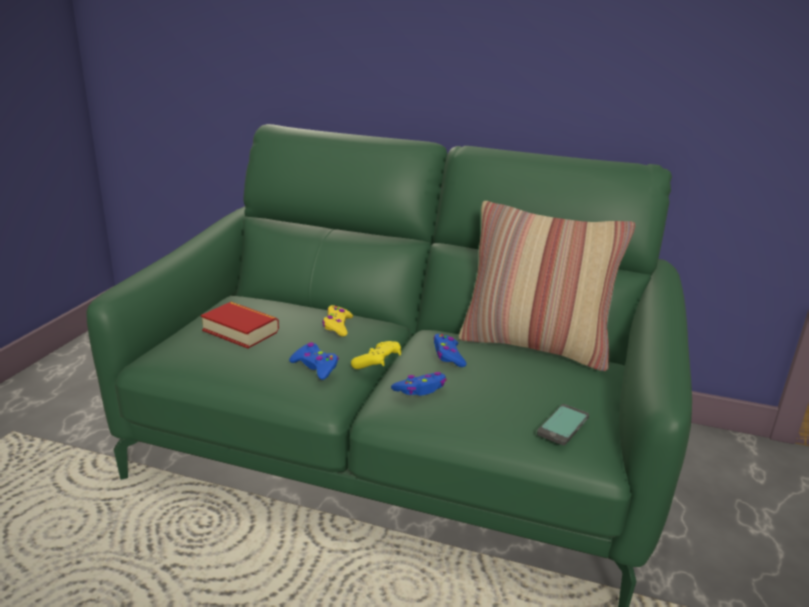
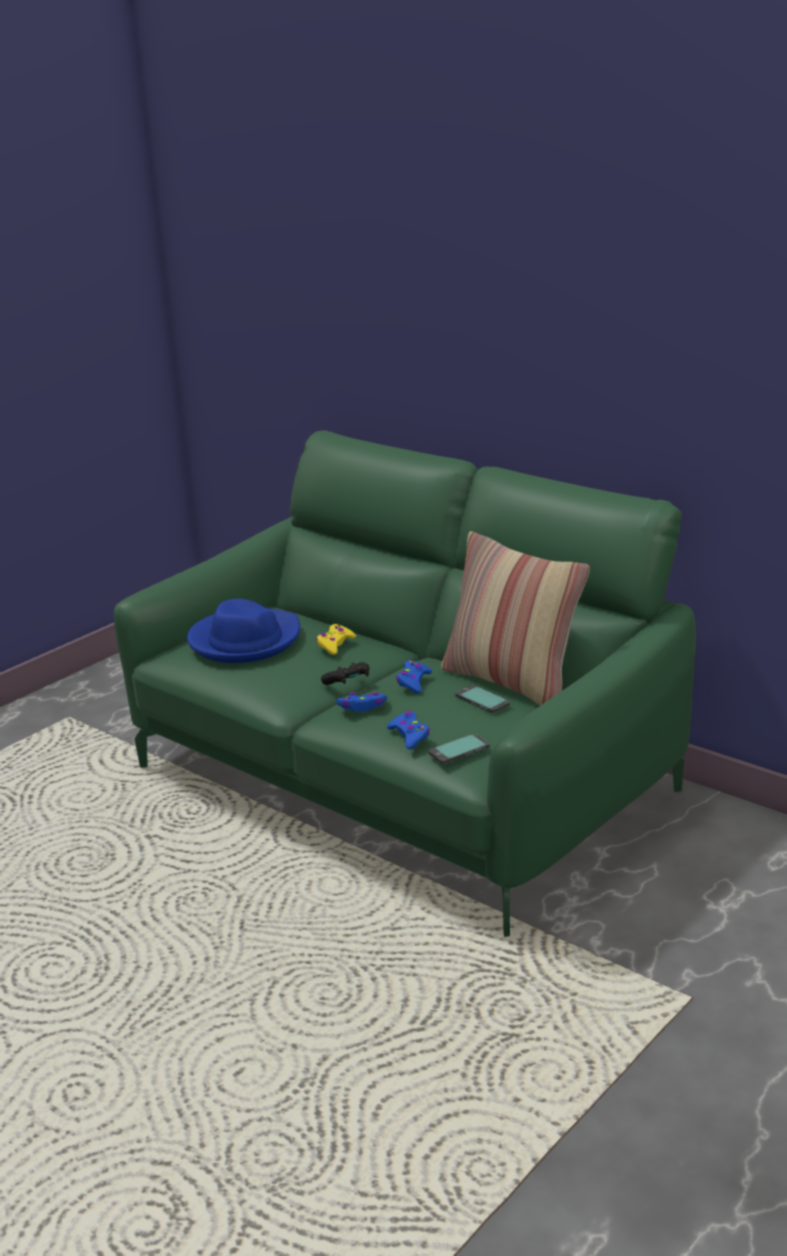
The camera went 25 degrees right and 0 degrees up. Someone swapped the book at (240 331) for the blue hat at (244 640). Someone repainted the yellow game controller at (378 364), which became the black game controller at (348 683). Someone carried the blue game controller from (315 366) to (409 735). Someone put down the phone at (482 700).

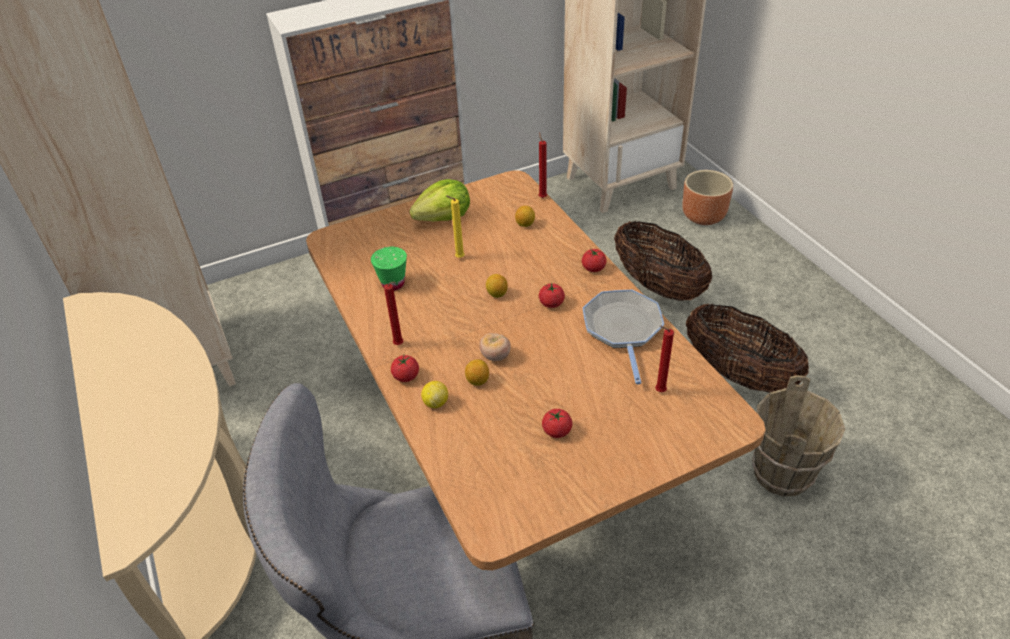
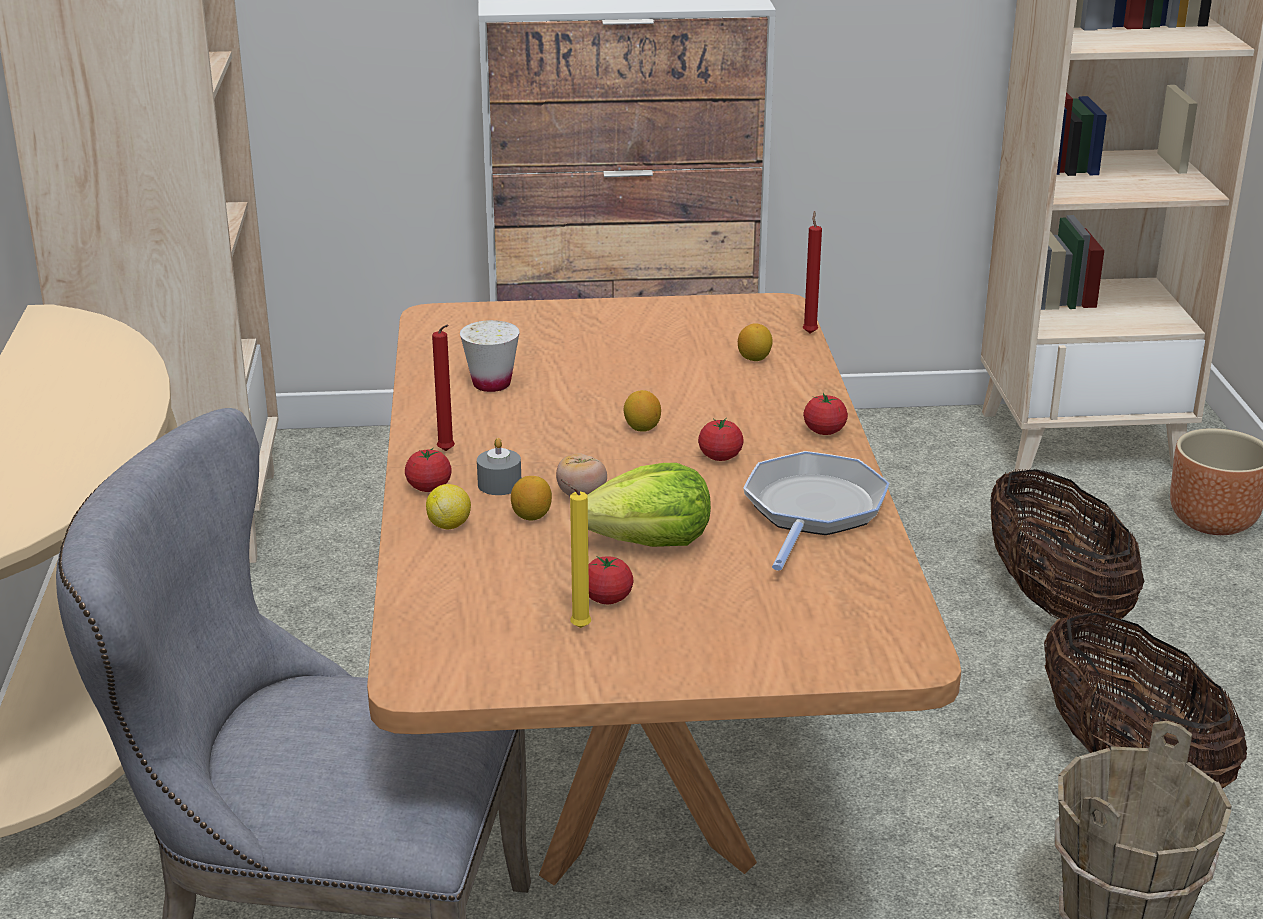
The camera went 20 degrees right and 15 degrees down. Someone carried the lettuce from (444 217) to (650 541). Someone carried the yellow candle from (458 258) to (577 627). Someone repainted the green cup at (393 284), which became the white cup at (491 384). Someone took away the red candle at (658 391). Someone put down the grey candle at (499 484).

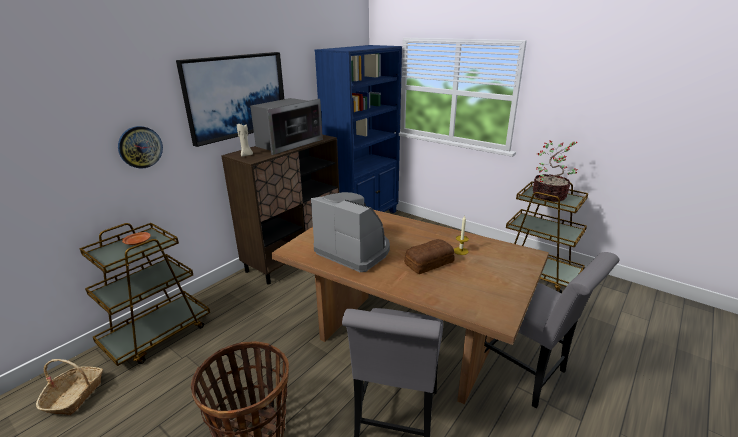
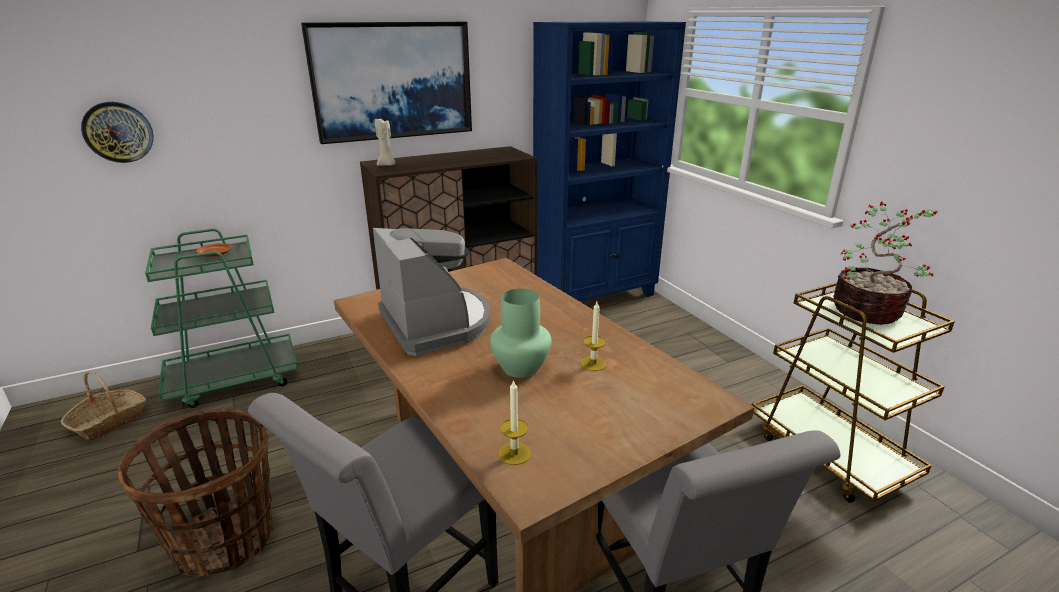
The camera went 25 degrees right and 0 degrees up. Someone took away the microwave at (287 143). Someone carried the wall clock from (140 147) to (118 132). Someone repainted the brown cart at (158 334), which became the green cart at (235 379). Someone swapped the bread at (428 263) for the green vase at (520 367). Someone put down the candle at (514 453).

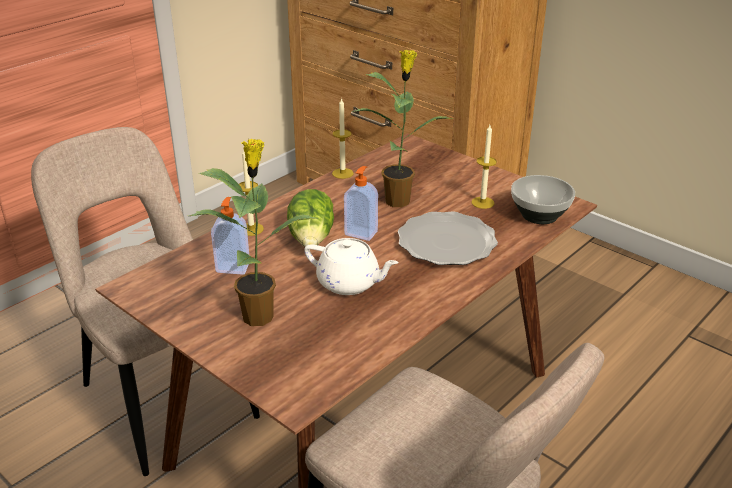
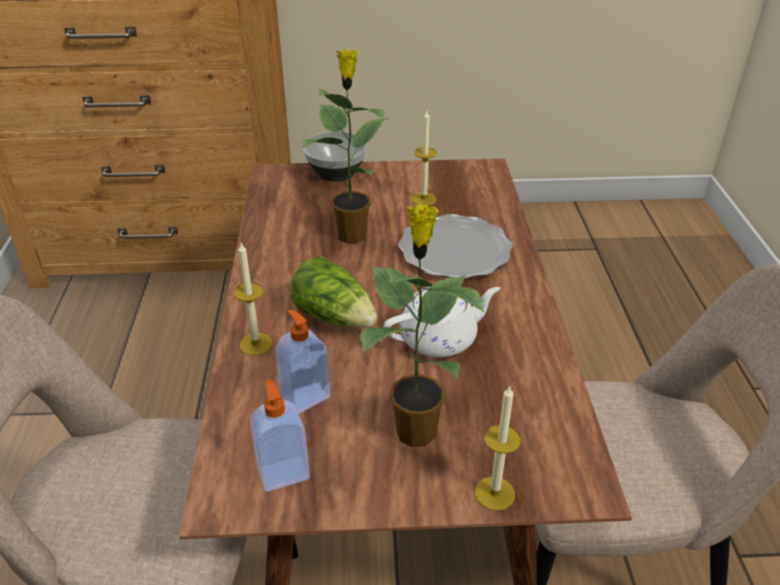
The camera went 45 degrees left and 5 degrees up. Someone carried the candle from (342 173) to (494 493). Someone carried the soap dispenser from (361 233) to (283 472). Someone carried the bowl from (540 216) to (337 173).

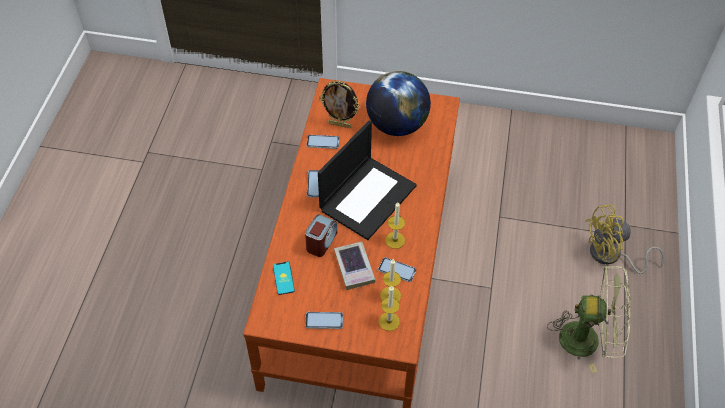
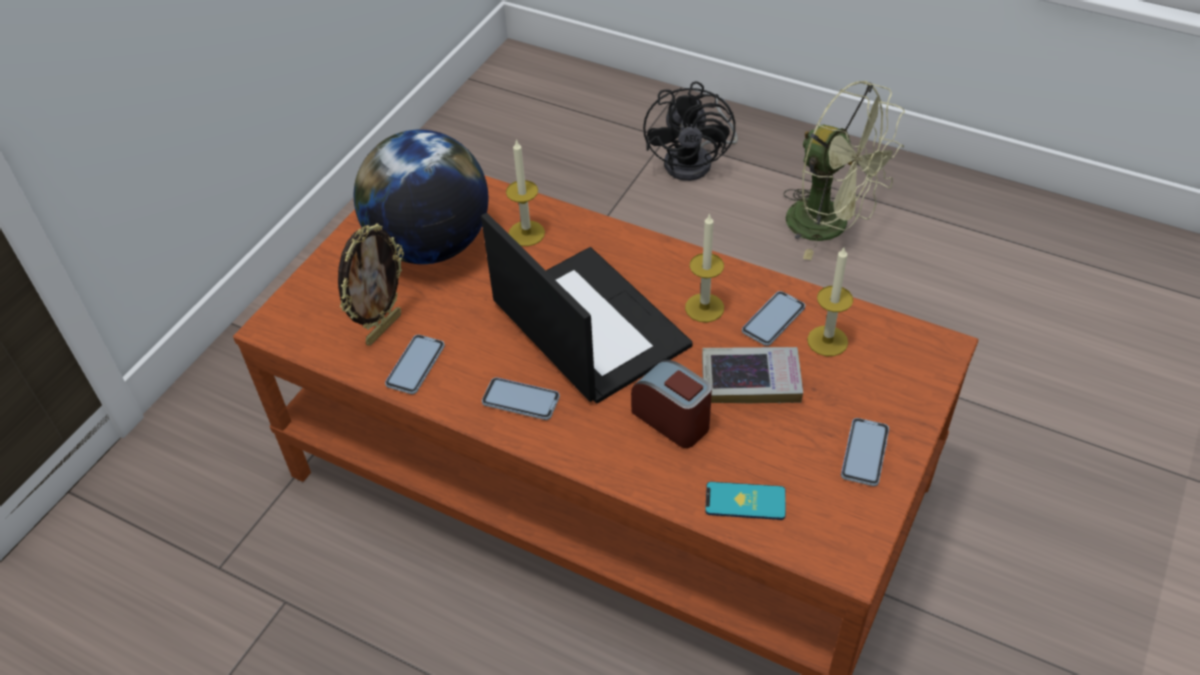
The camera went 70 degrees left and 5 degrees down. Someone repainted the yellow fan at (611 256), which became the black fan at (696 161). Someone rotated the green fan at (588 339) by 105 degrees clockwise. Someone carried the candle from (389 321) to (526 233).

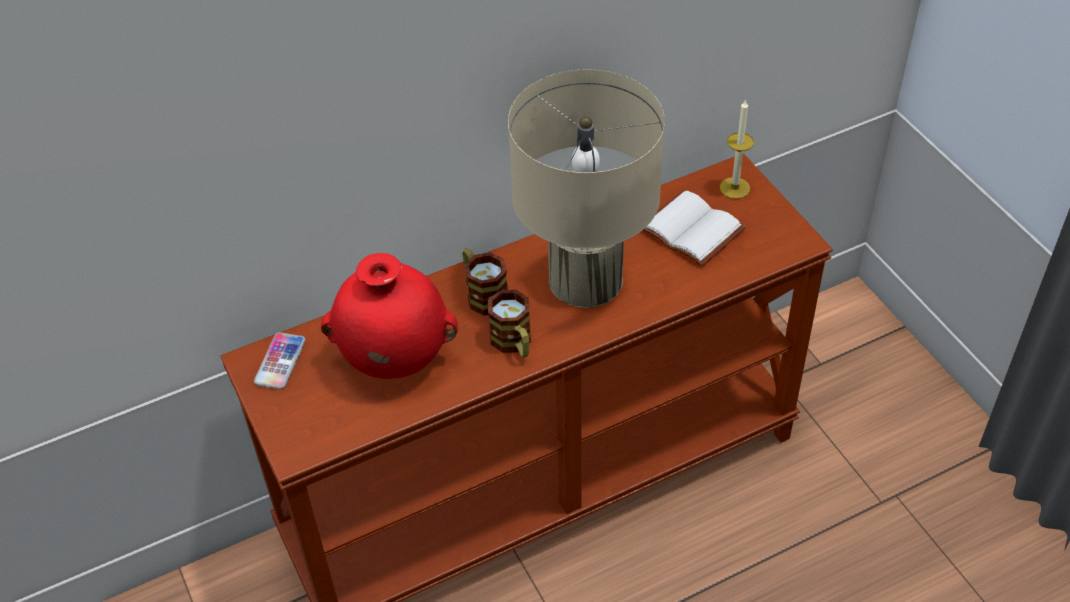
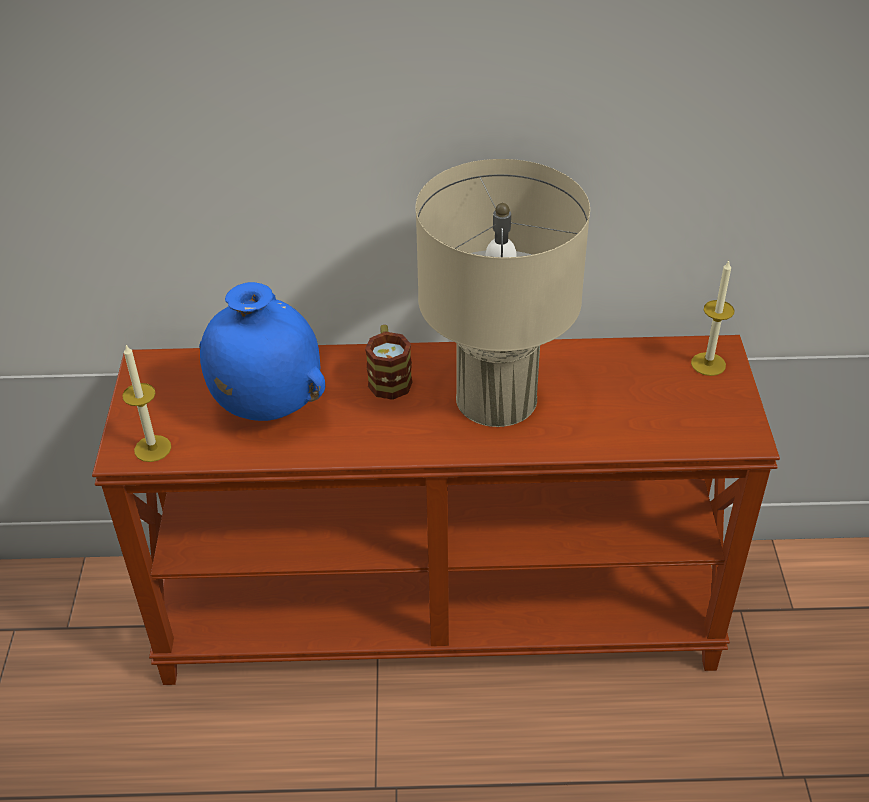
The camera went 25 degrees right and 5 degrees down. Someone took away the white book at (694 229). Someone repainted the red vase at (394 360), which became the blue vase at (266 406). Someone took away the mug at (514 343). Someone took away the phone at (280 361). Someone put down the candle at (152 448).

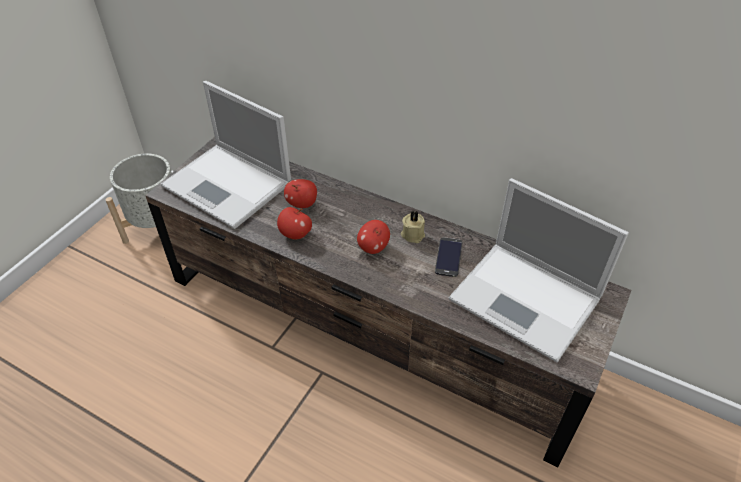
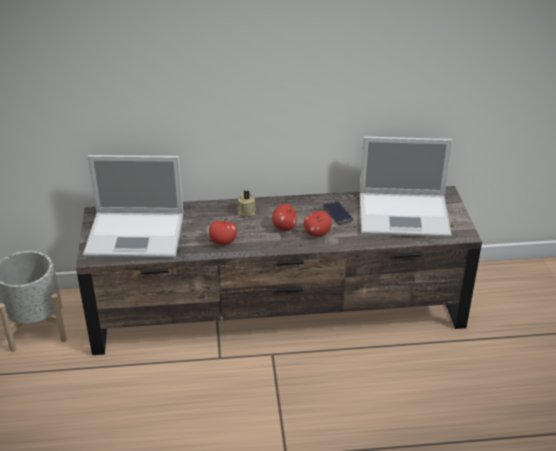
The camera went 35 degrees left and 10 degrees down. Someone carried the apple from (302 203) to (317 233). Someone carried the beige candle from (413 234) to (246 211).

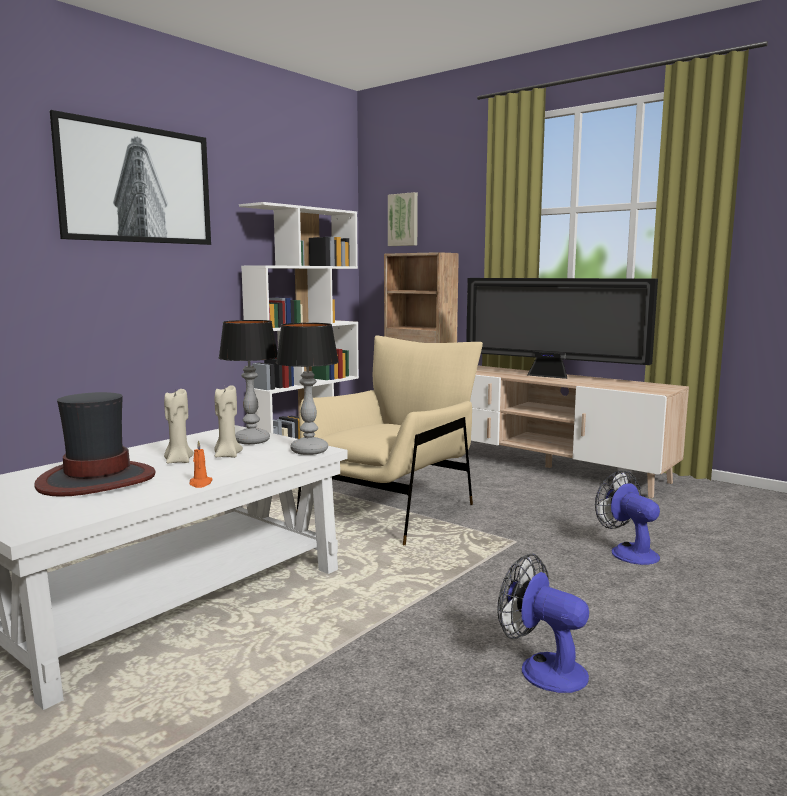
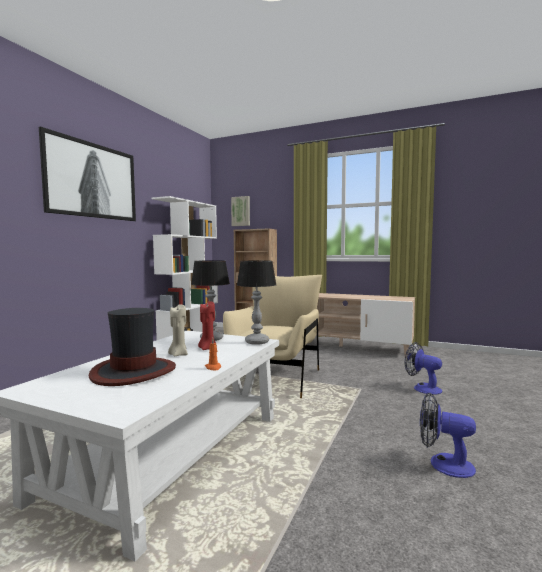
The camera went 15 degrees left and 5 degrees down. Someone took away the television at (551 376). Someone repainted the beige candle at (227 455), which became the red candle at (207 348).

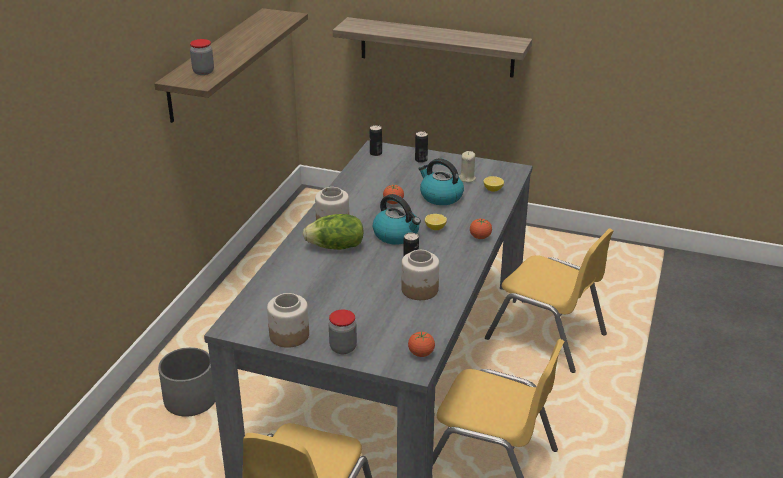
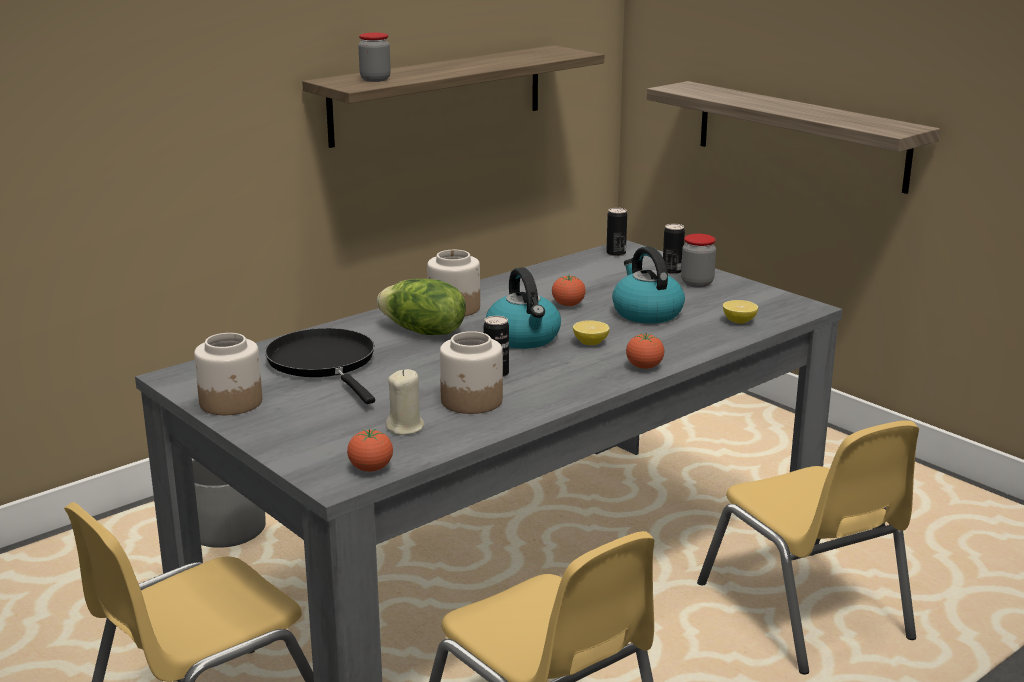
The camera went 30 degrees right and 10 degrees down. Someone carried the beige candle from (466 178) to (405 427). Someone carried the jar from (343 348) to (697 283). Someone put down the black frying pan at (324 363).

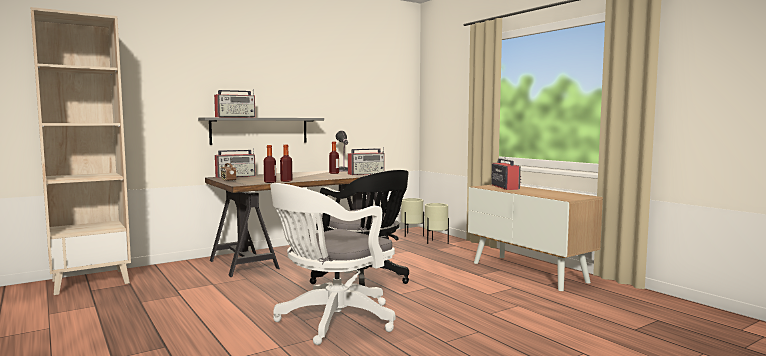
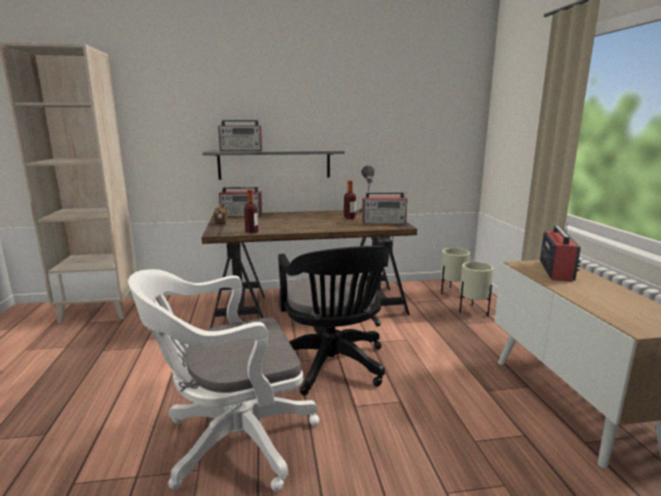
The camera went 25 degrees right and 10 degrees up. Someone took away the bottle at (286 181).

